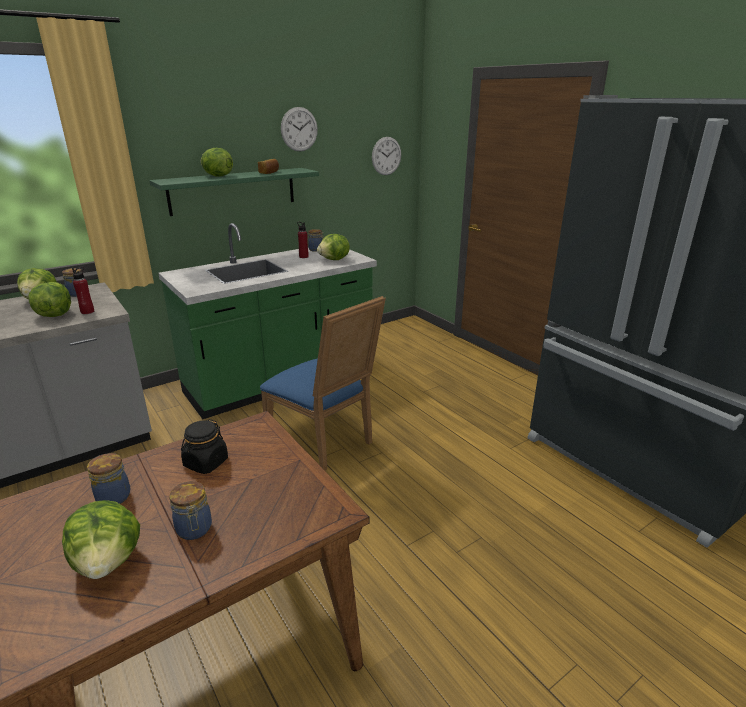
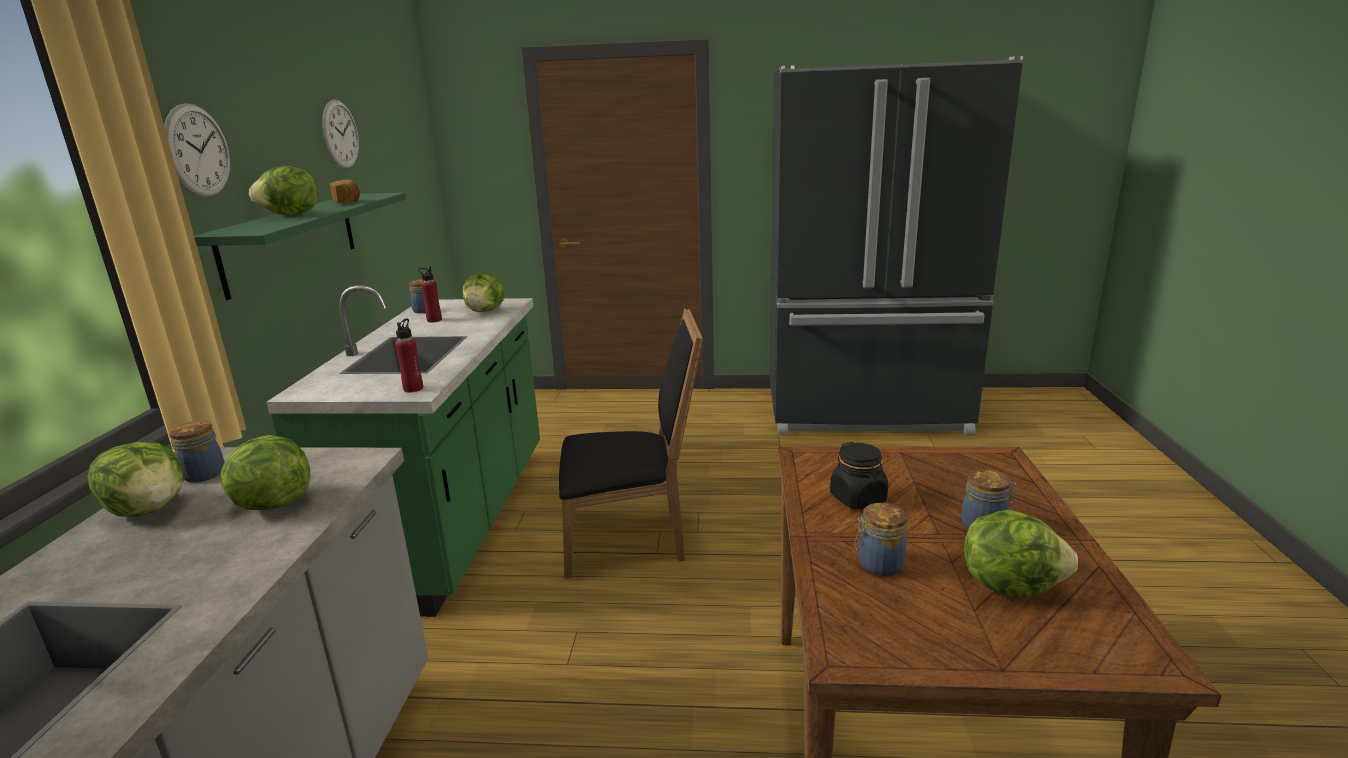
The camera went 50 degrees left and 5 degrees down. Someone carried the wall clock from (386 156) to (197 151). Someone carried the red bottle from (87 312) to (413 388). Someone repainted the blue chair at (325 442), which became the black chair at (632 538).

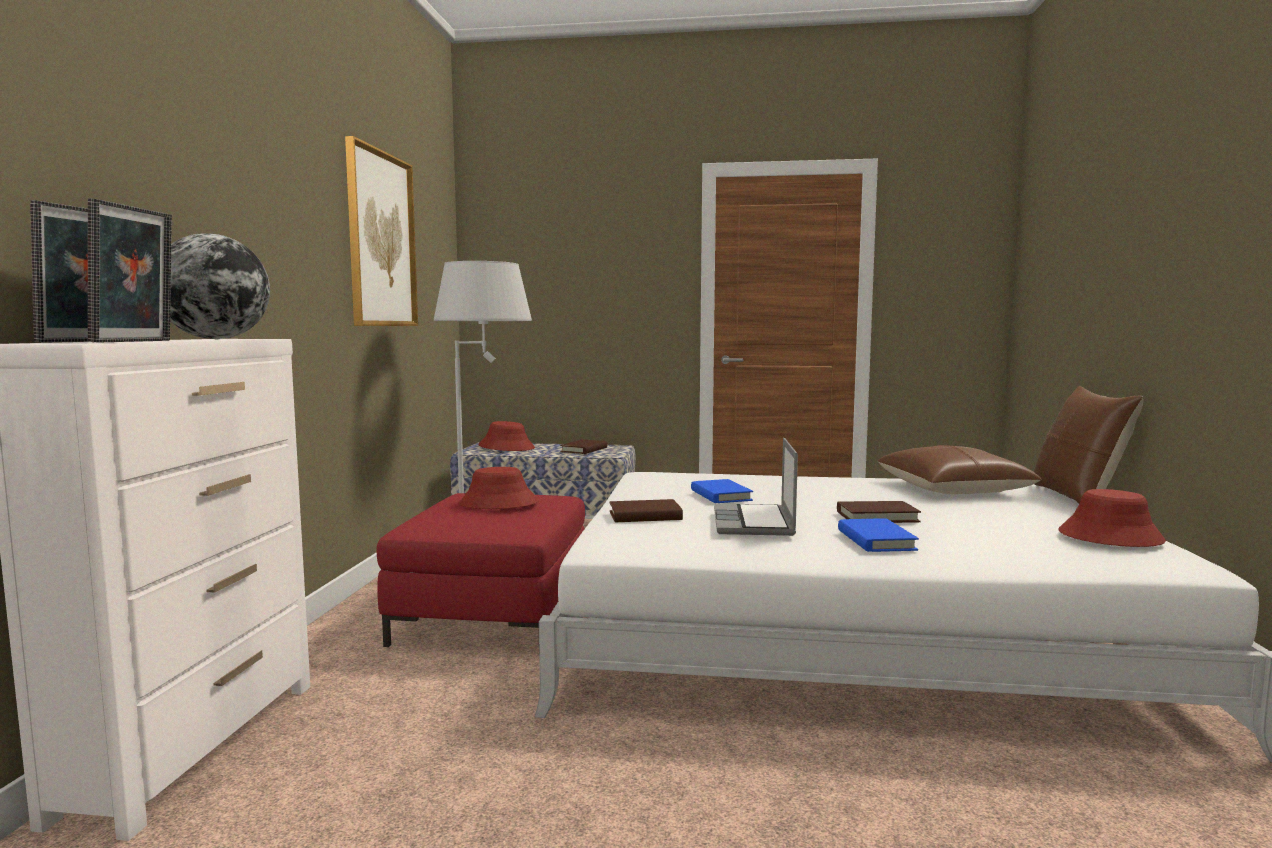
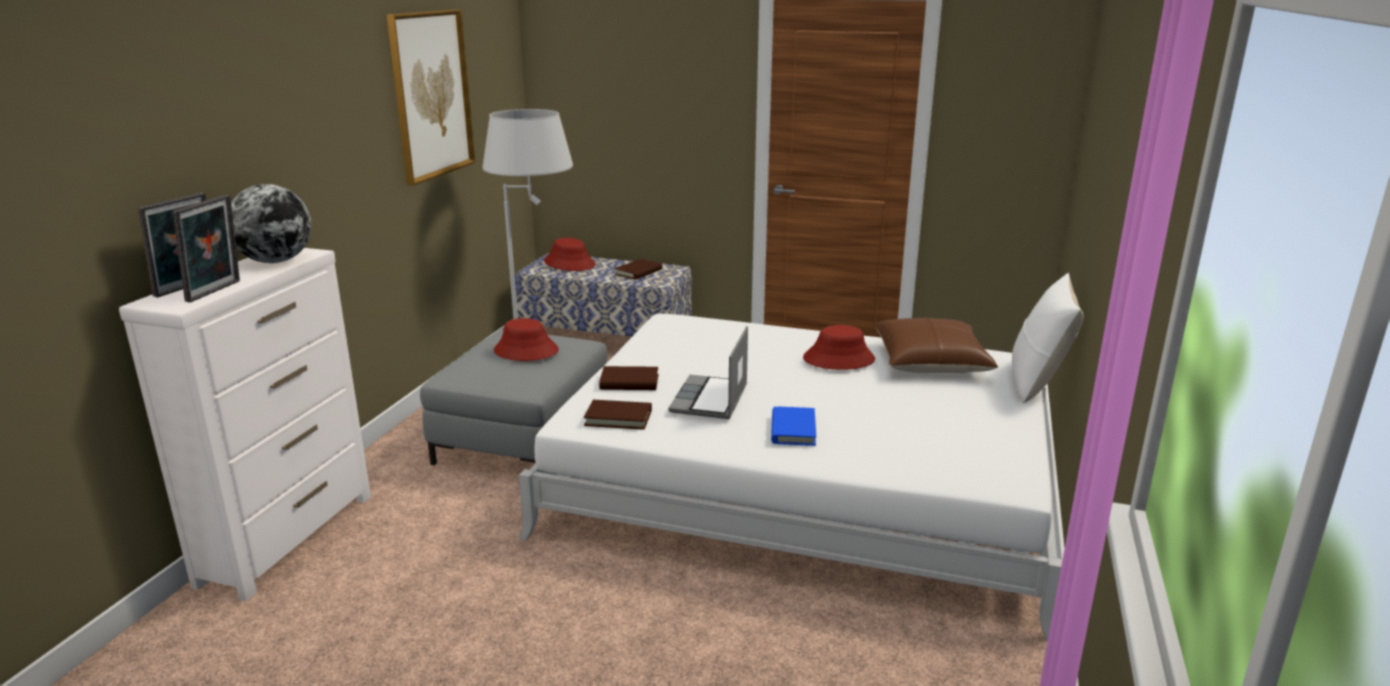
The camera went 10 degrees right and 15 degrees up. Someone repainted the brown pillow at (1077 497), which became the white pillow at (1037 382). Someone took away the blue book at (720 495). Someone carried the red hat from (1109 537) to (838 359). Someone repainted the red ottoman at (493 614), which became the grey ottoman at (523 439). Someone carried the brown book from (877 516) to (618 418).

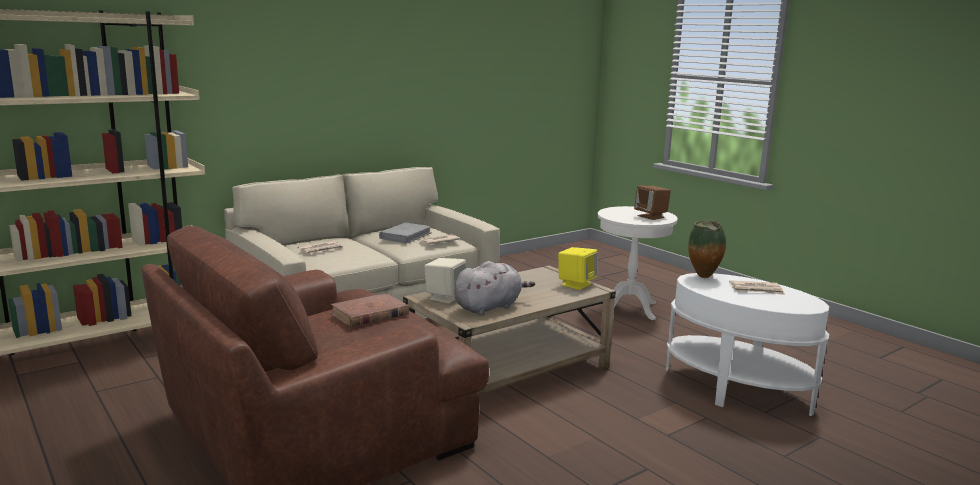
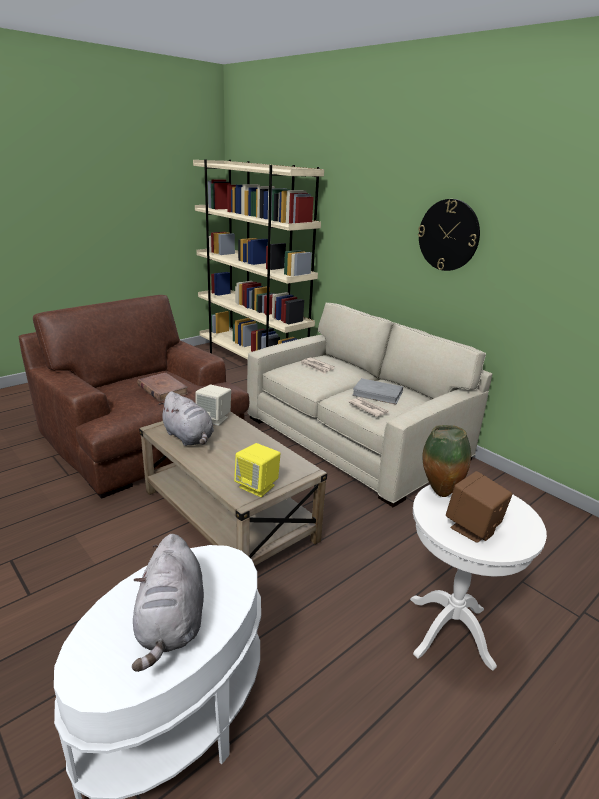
The camera went 85 degrees right and 10 degrees up. Someone carried the vase from (703 277) to (438 493). Someone swapped the newspaper at (756 290) for the grey plush toy at (171 623). Someone put up the wall clock at (448 235).

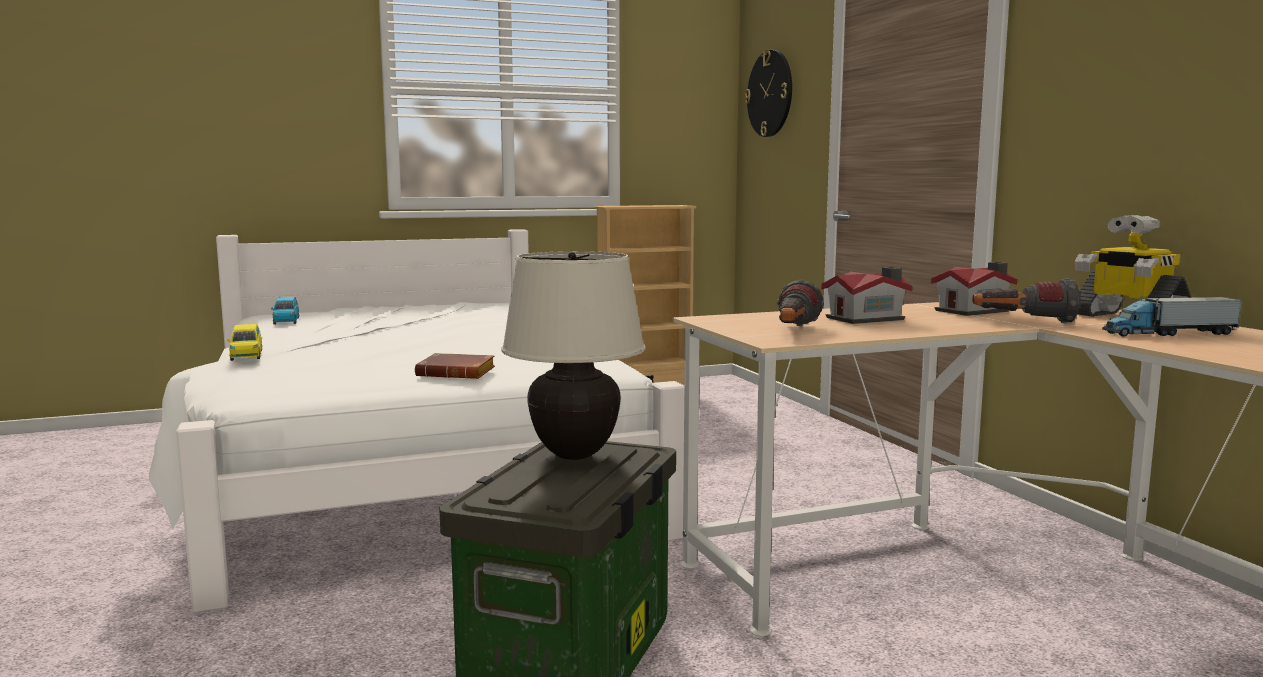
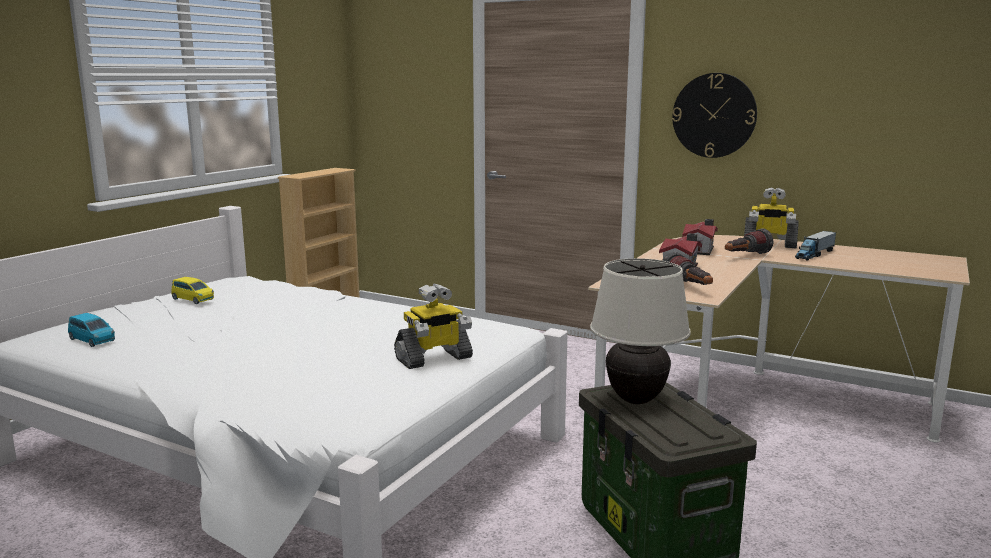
The camera went 40 degrees left and 5 degrees up. Someone carried the wall clock from (770 93) to (714 115). Someone carried the yellow toy car from (246 355) to (193 299). Someone swapped the brown book at (458 373) for the toy robot at (433 359).

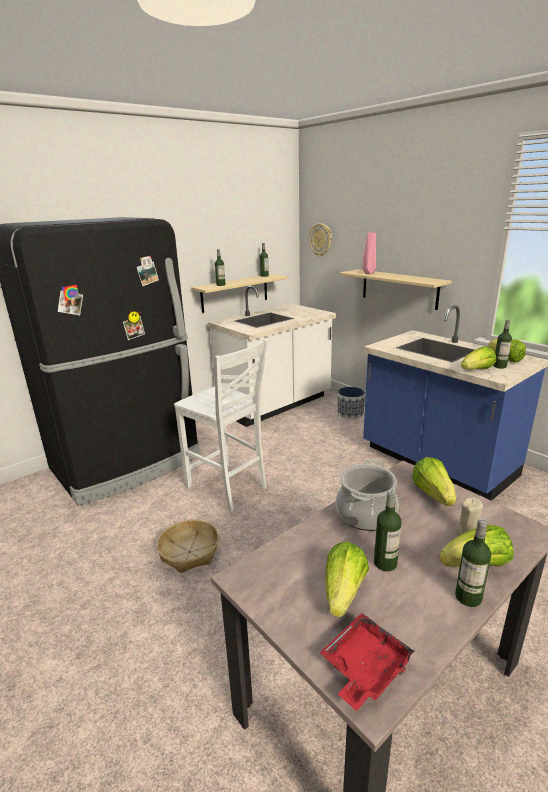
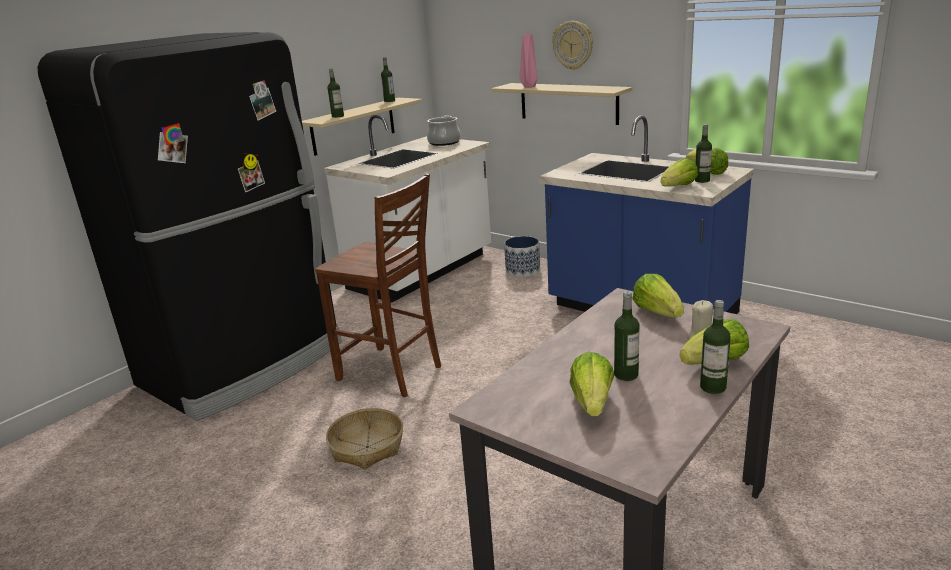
The camera went 10 degrees left and 0 degrees up. Someone carried the wall clock from (320 239) to (573 45). Someone repainted the white chair at (228 488), which became the brown chair at (391 373). Someone carried the cooking pot from (365 514) to (444 142). Someone took away the red tray at (364 668).

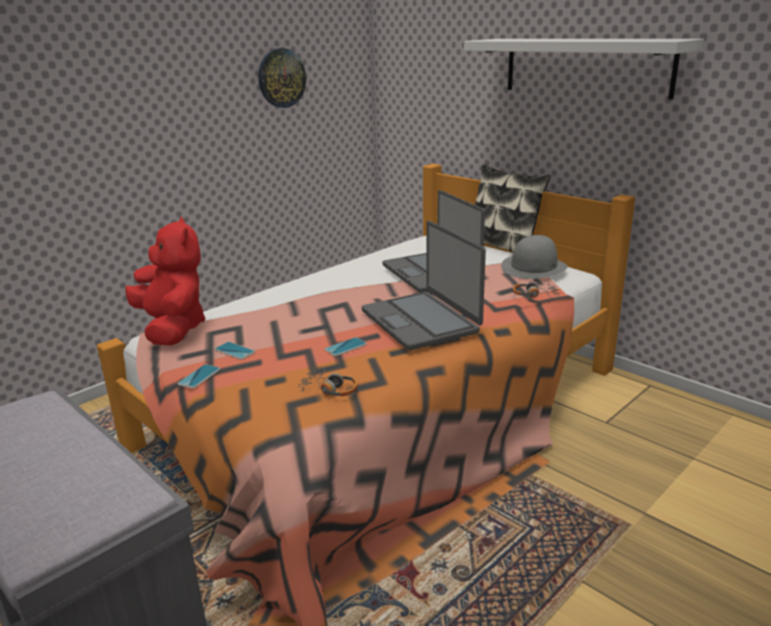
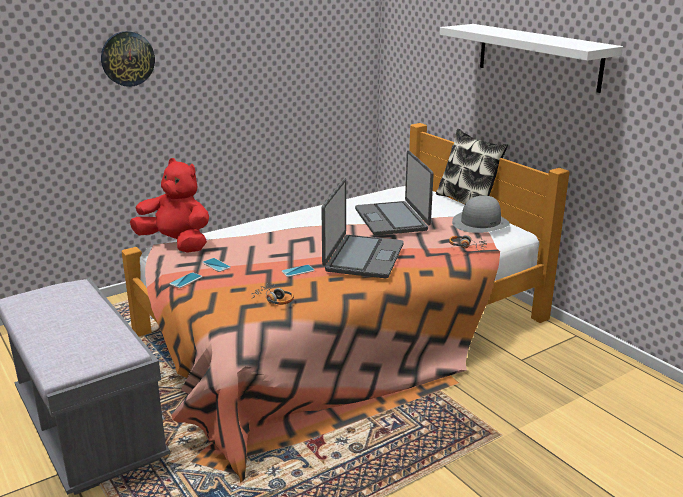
The camera went 10 degrees right and 0 degrees up. Someone carried the wall clock from (281 78) to (127 58). Someone rotated the red plush toy at (172 329) by 45 degrees counterclockwise. Someone rotated the laptop at (421 321) by 150 degrees counterclockwise.

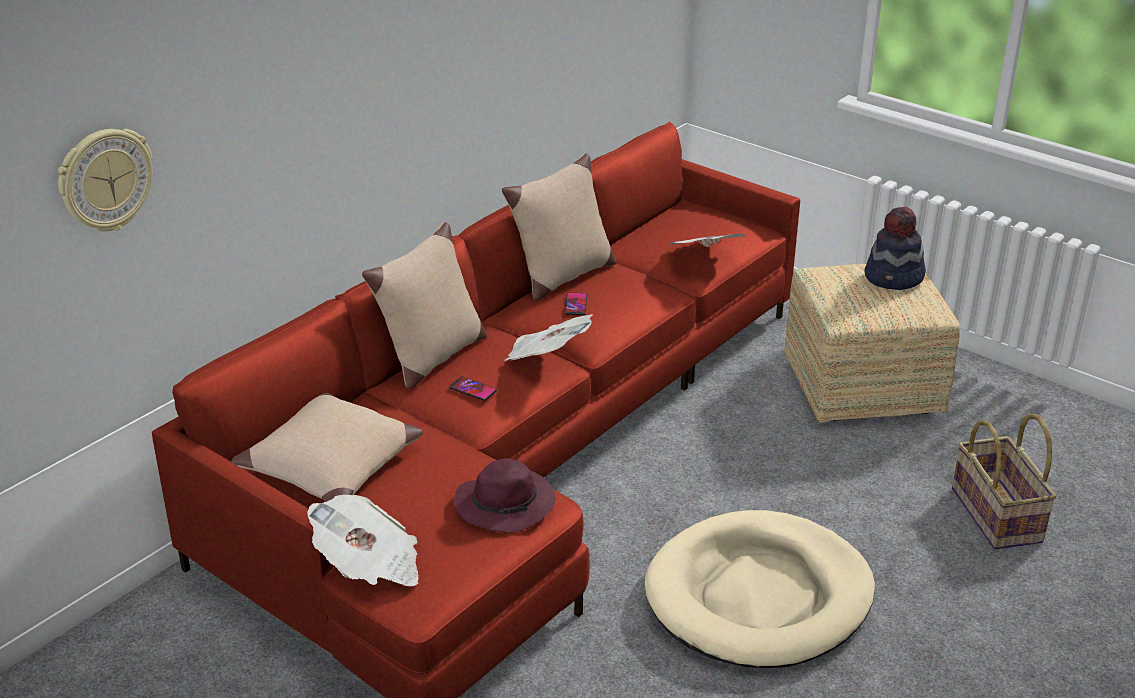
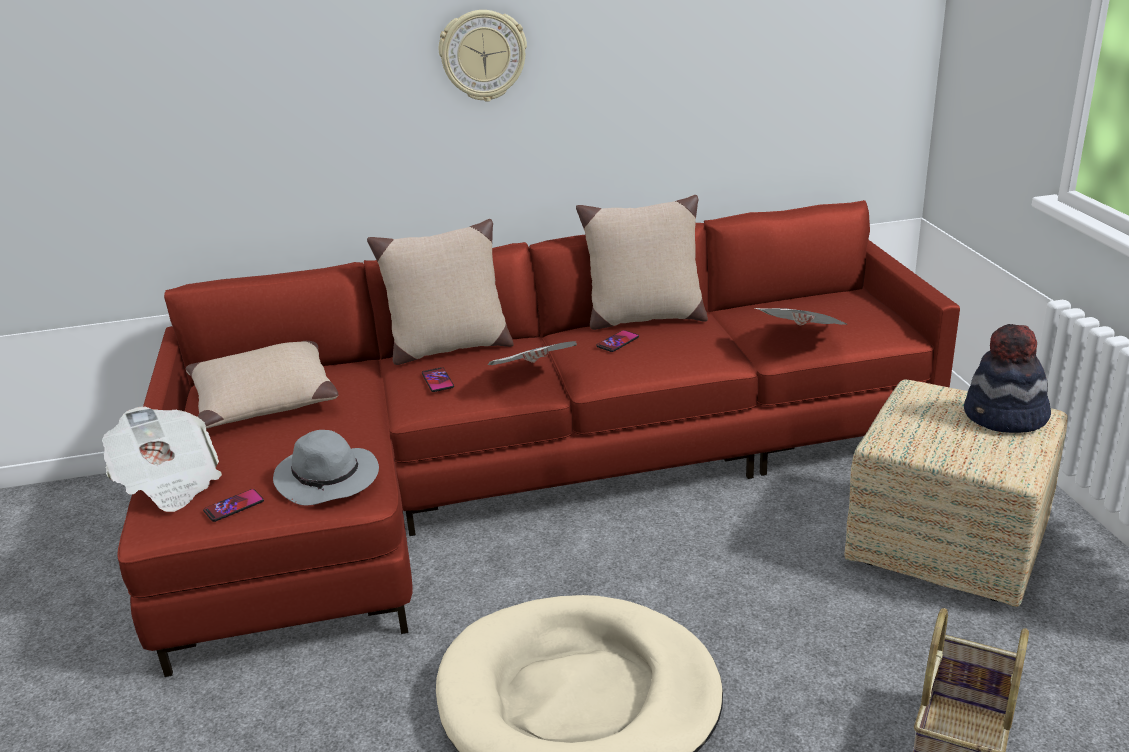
The camera went 40 degrees right and 5 degrees down. Someone carried the wall clock from (105 180) to (483 55). Someone repainted the purple hat at (506 504), which became the grey hat at (329 480). Someone put down the phone at (234 506).

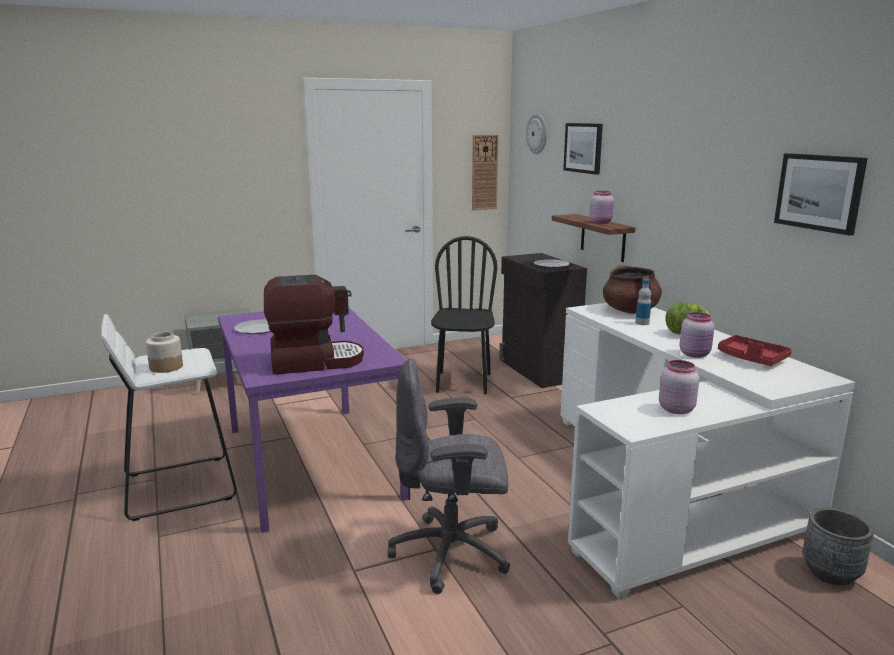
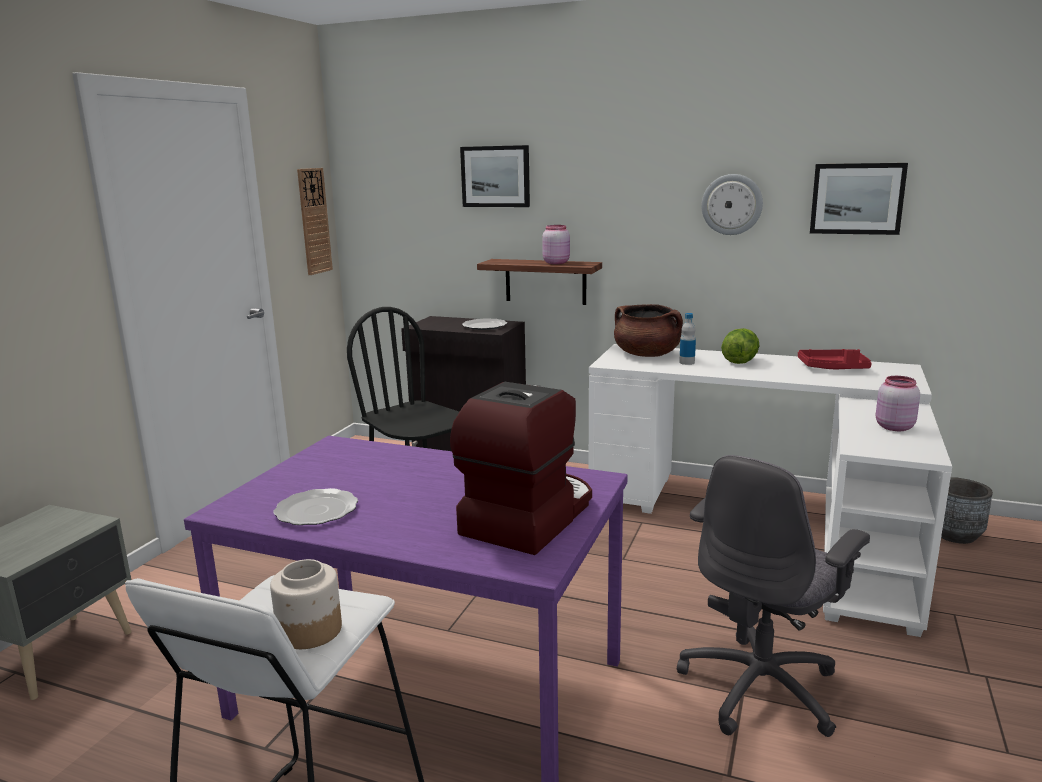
The camera went 45 degrees left and 0 degrees up. Someone carried the wall clock from (537 134) to (732 204). Someone took away the pink jar at (695 354).

